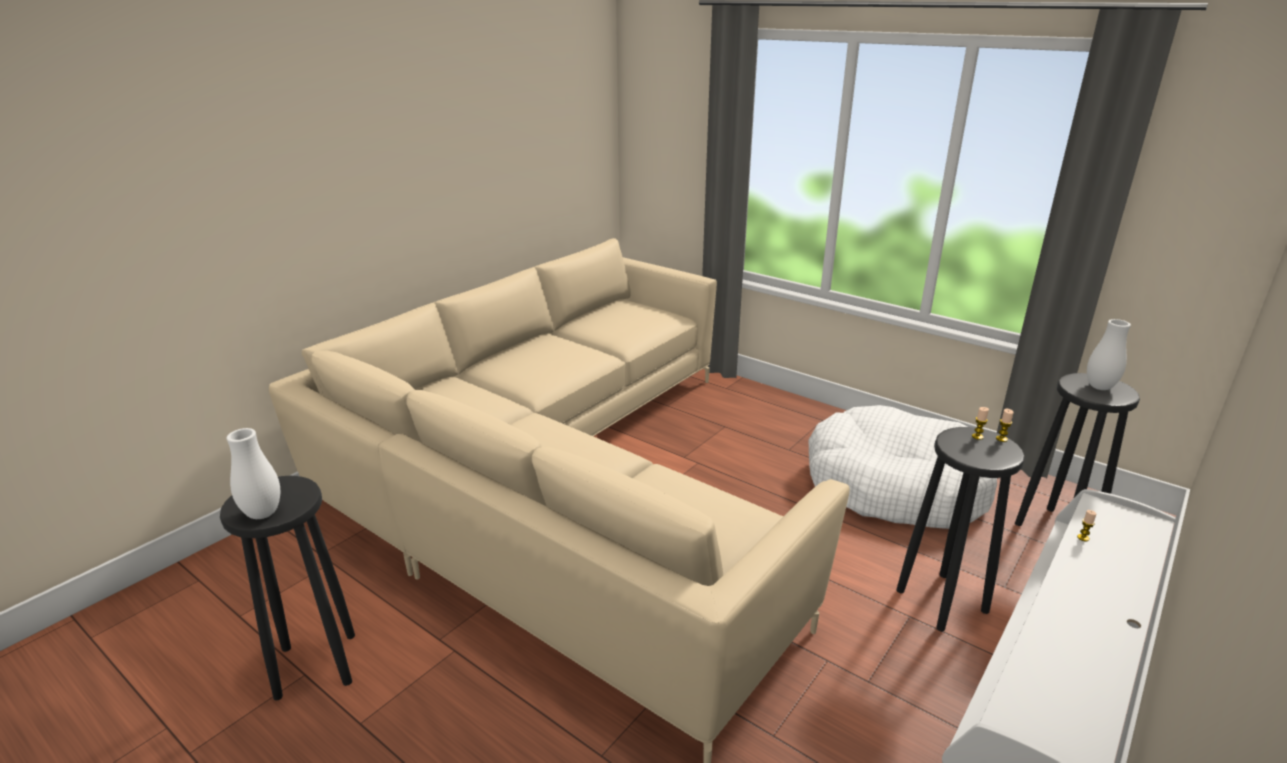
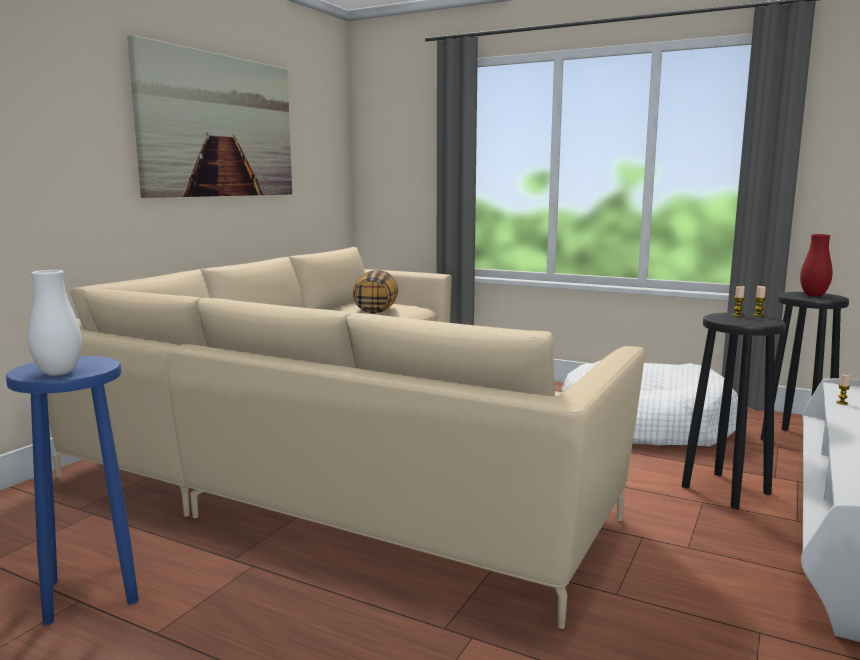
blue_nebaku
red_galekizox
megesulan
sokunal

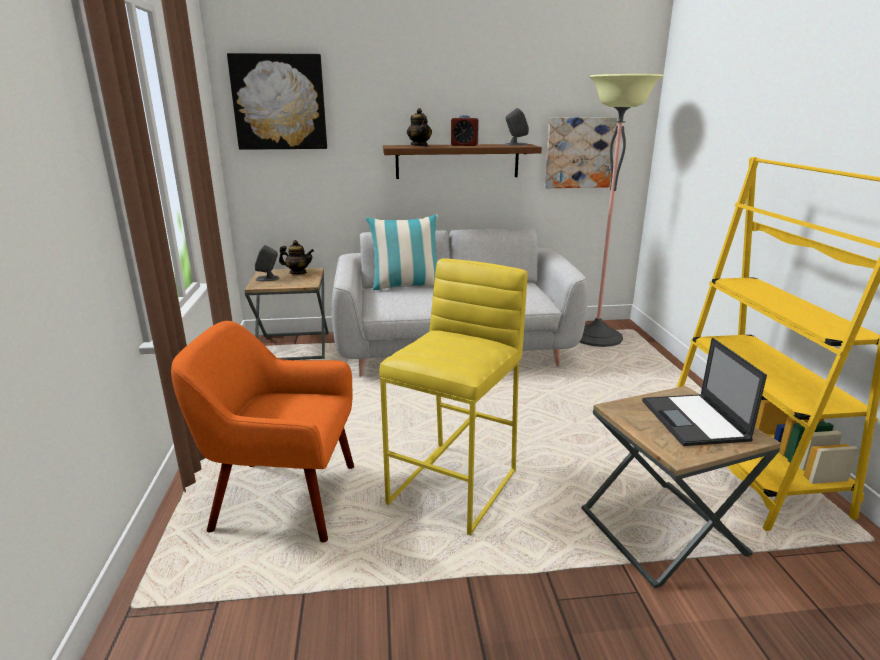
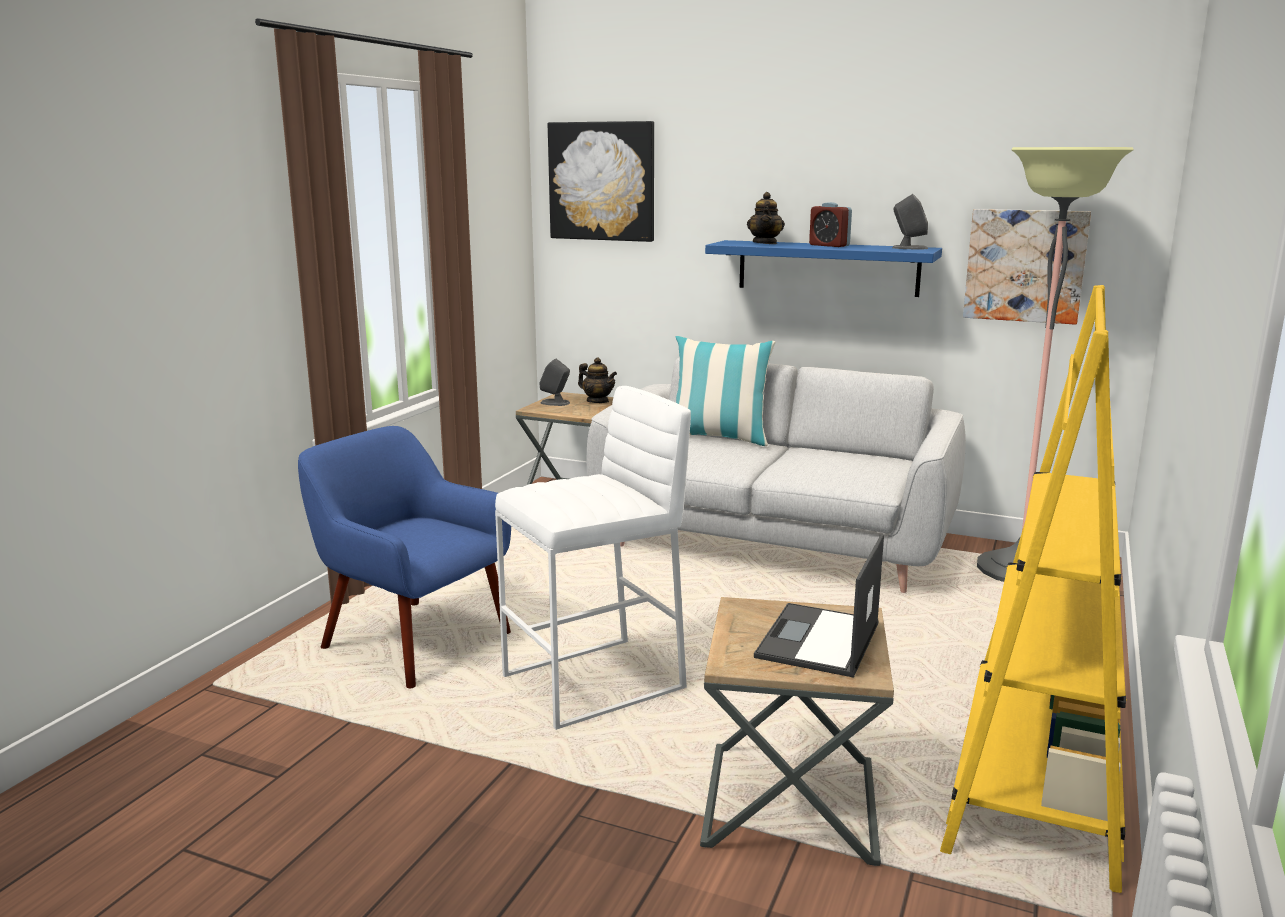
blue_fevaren
white_nebaku
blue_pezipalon

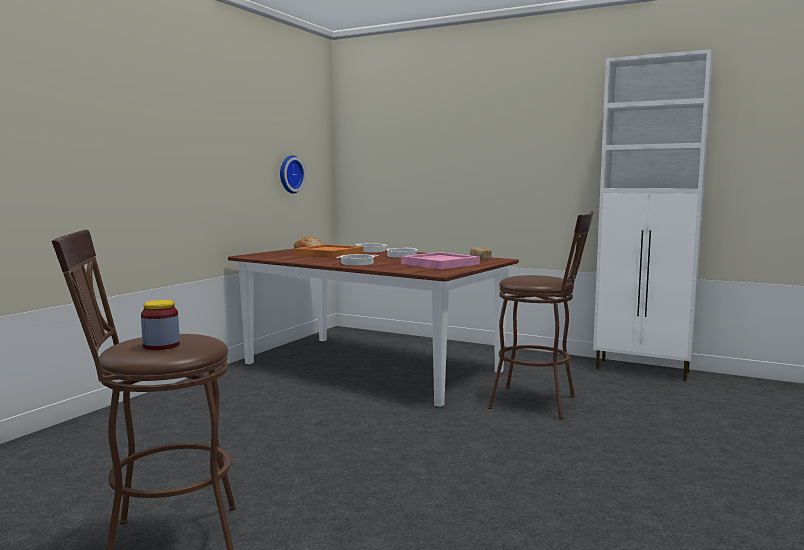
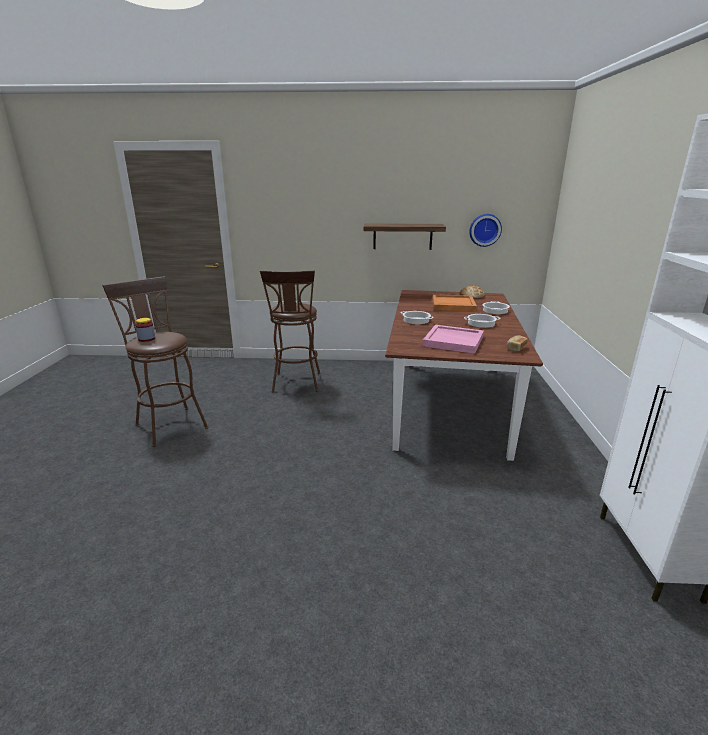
brown_nebaku (no. 2 from left)
pezipalon

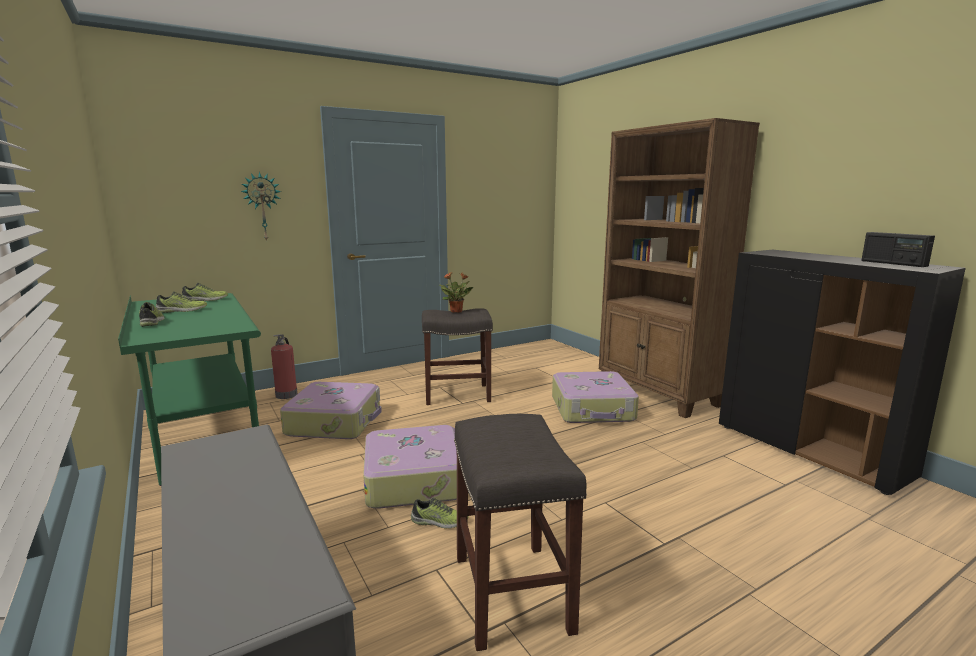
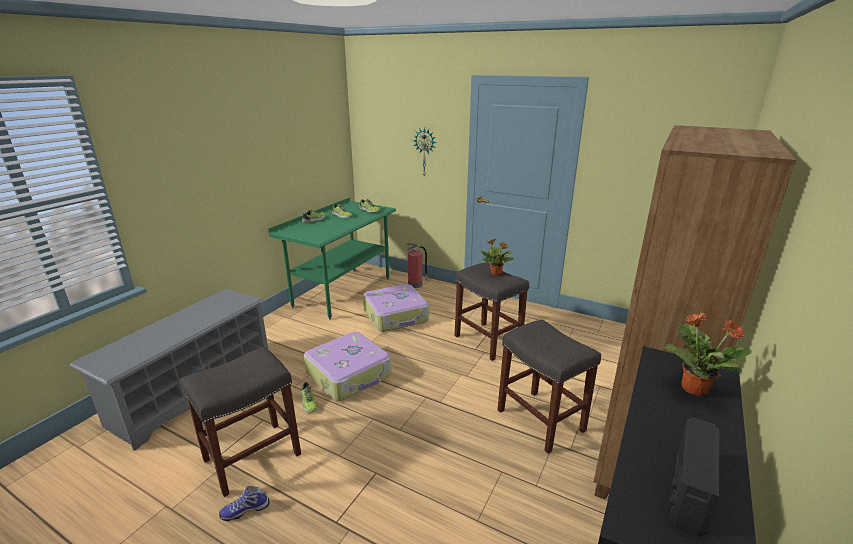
grey_nebaku (no. 3 from left)
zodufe (no. 1 from left)
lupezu (no. 2 from left)

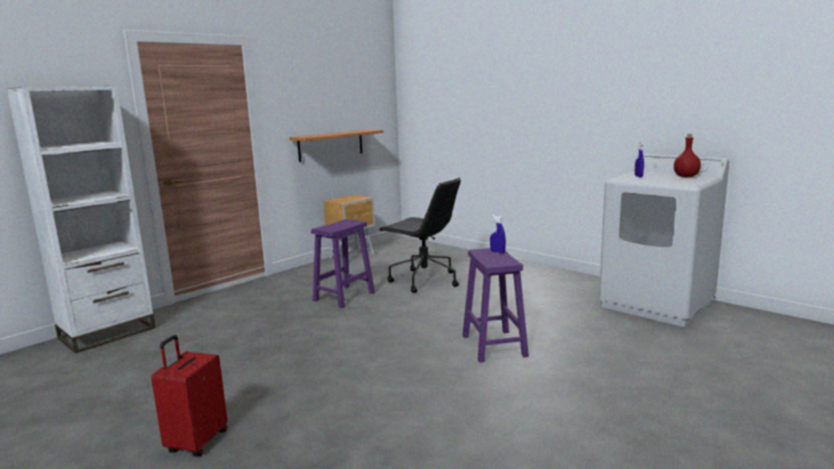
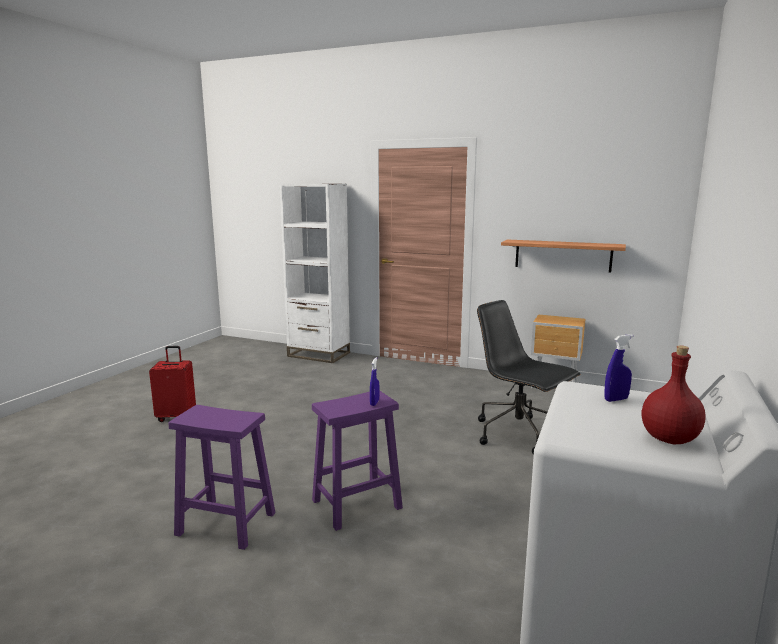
purple_nebaku (no. 1 from left)
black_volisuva

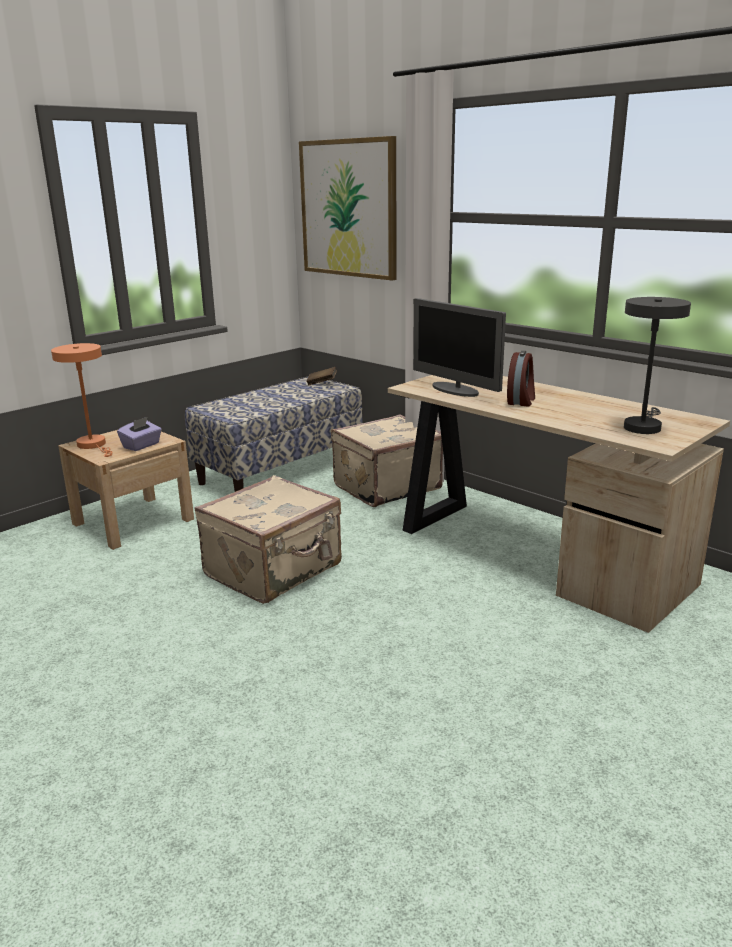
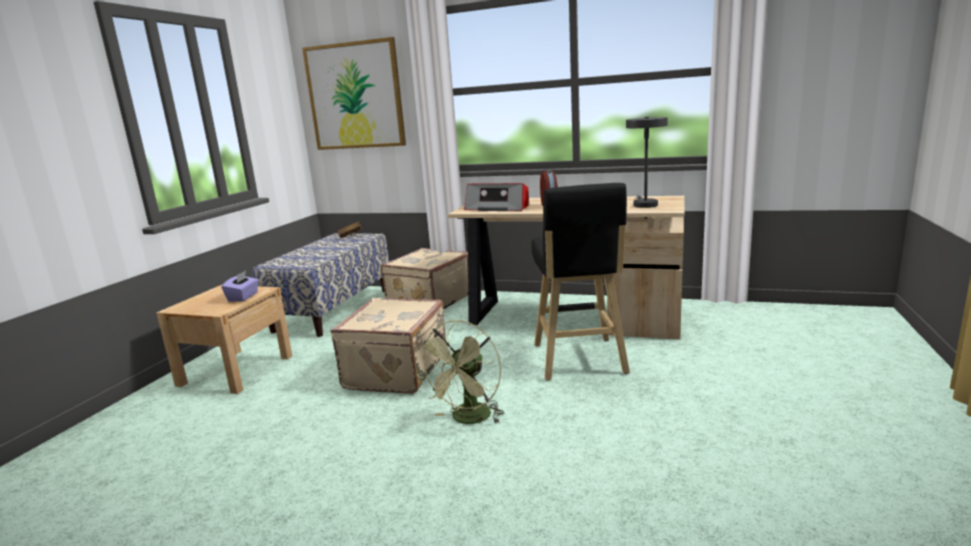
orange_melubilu
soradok
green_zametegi
black_nebaku

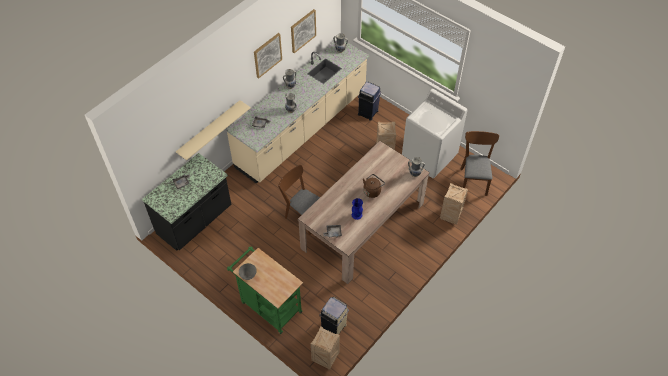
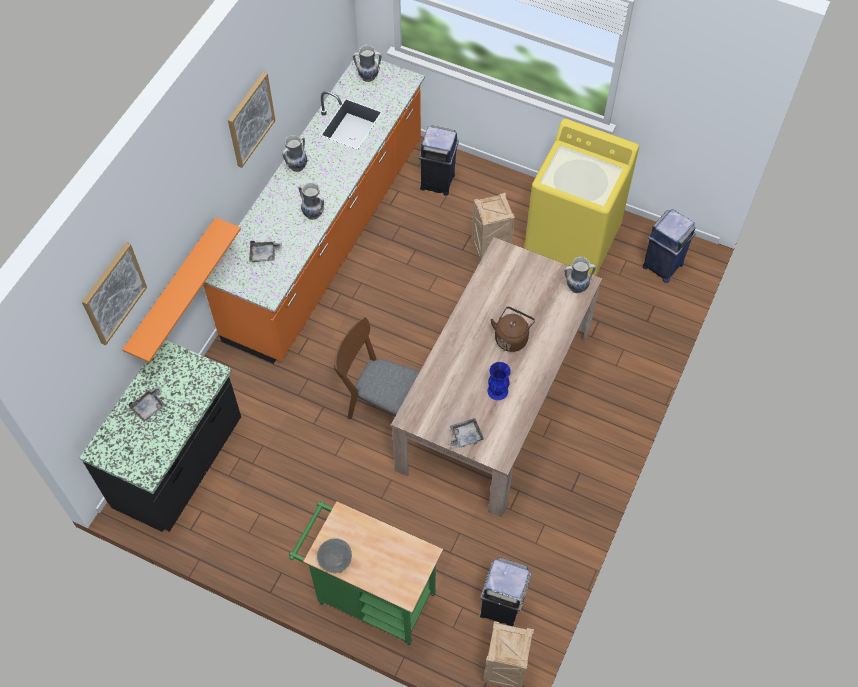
orange_pezipalon
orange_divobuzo
megesulan (no. 1 from left)
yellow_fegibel
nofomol (no. 3 from left in the first image)
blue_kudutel (no. 2 from left)

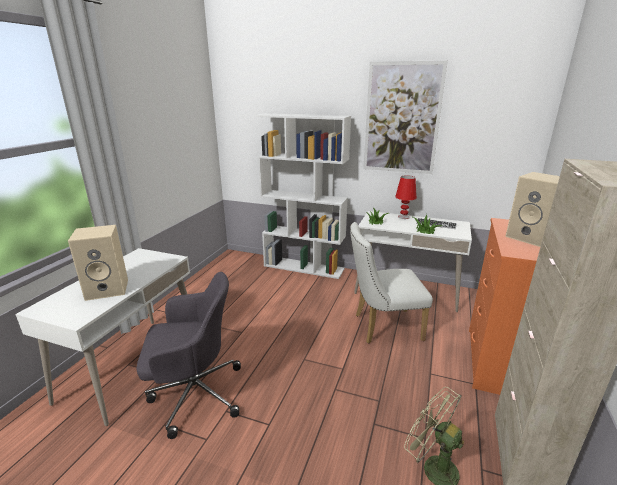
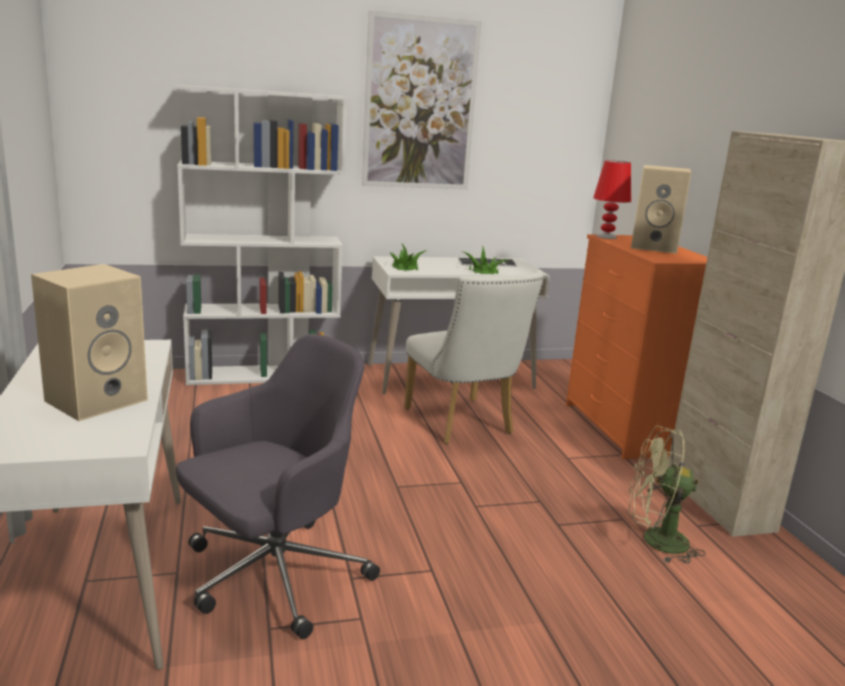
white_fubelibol
red_melubilu

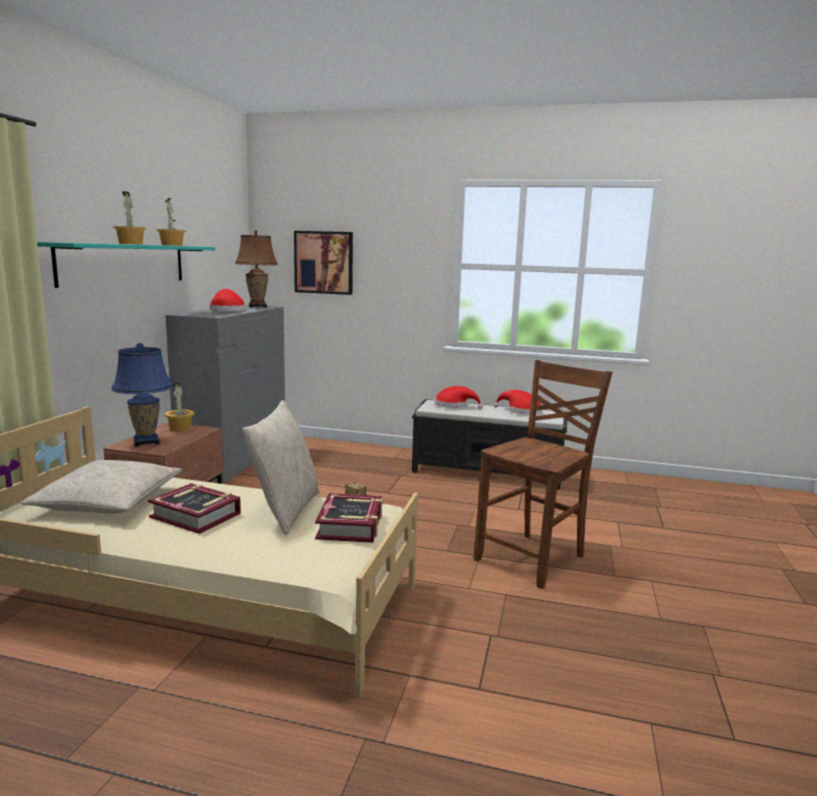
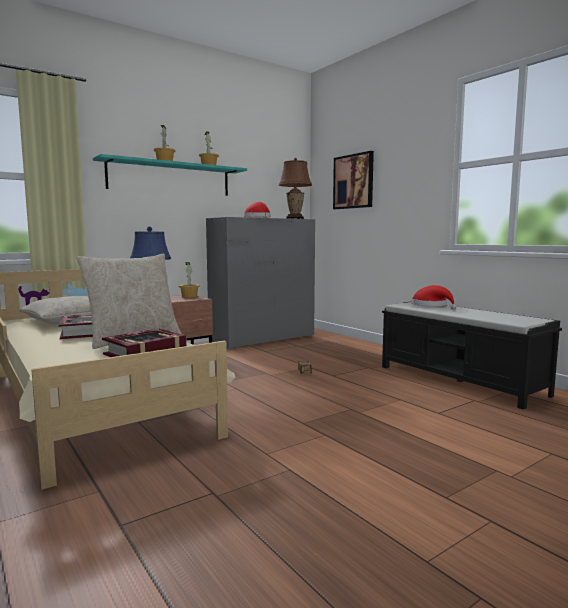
brown_fubelibol
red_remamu (no. 3 from left in the first image)

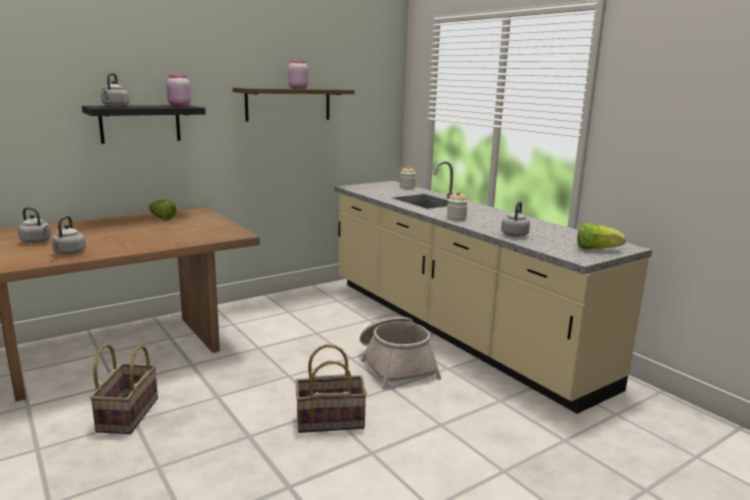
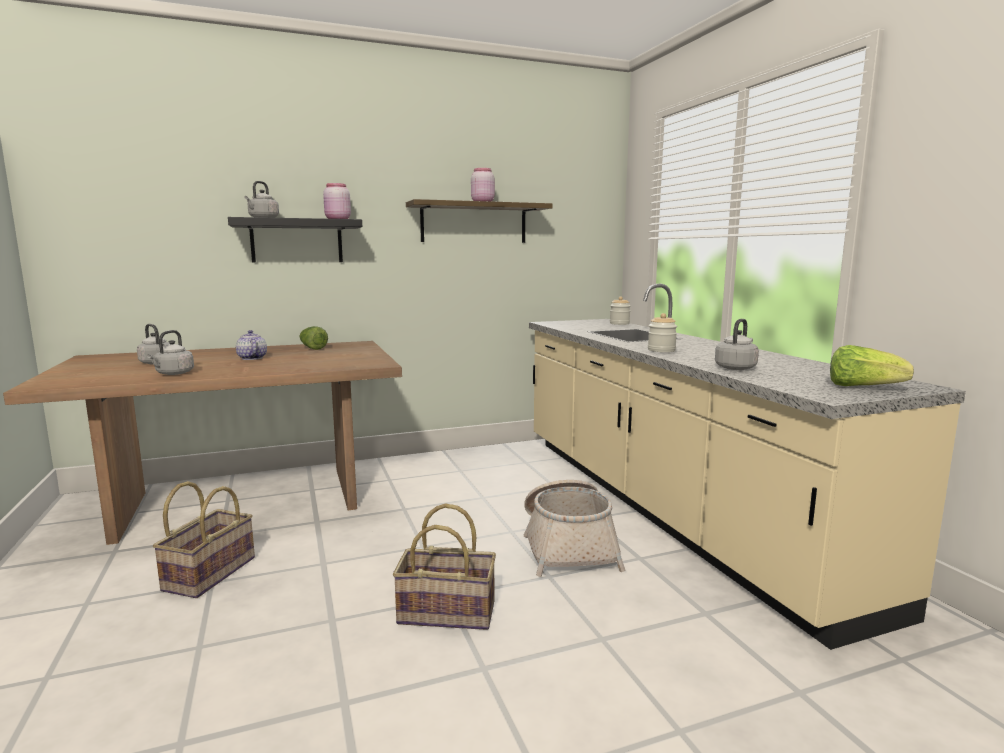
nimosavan

